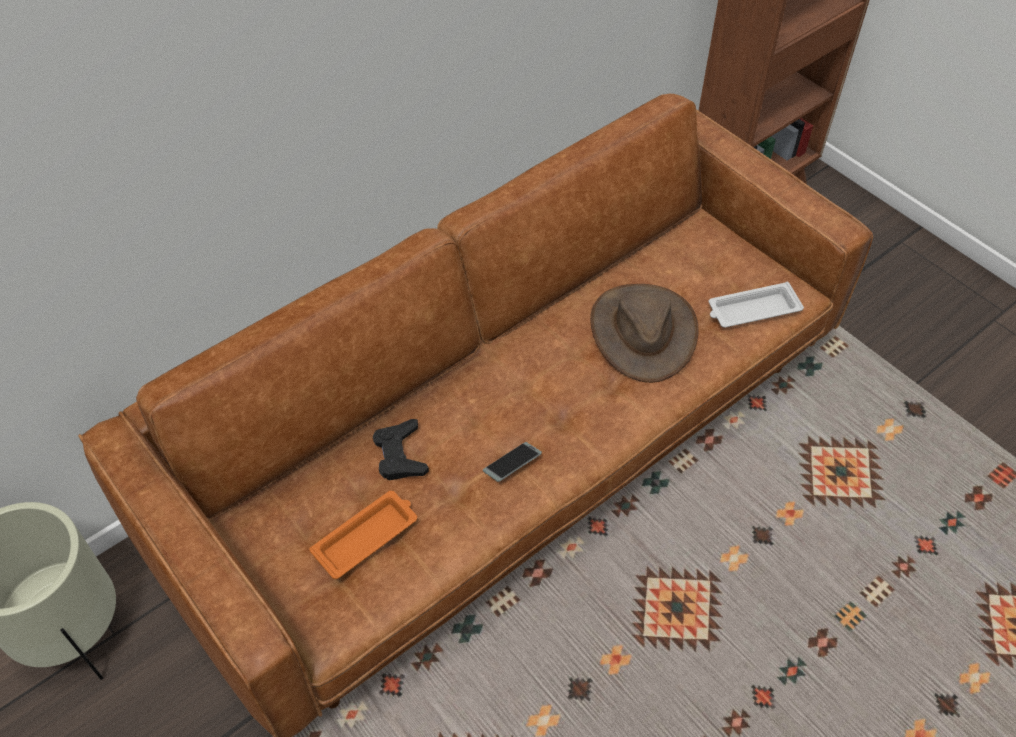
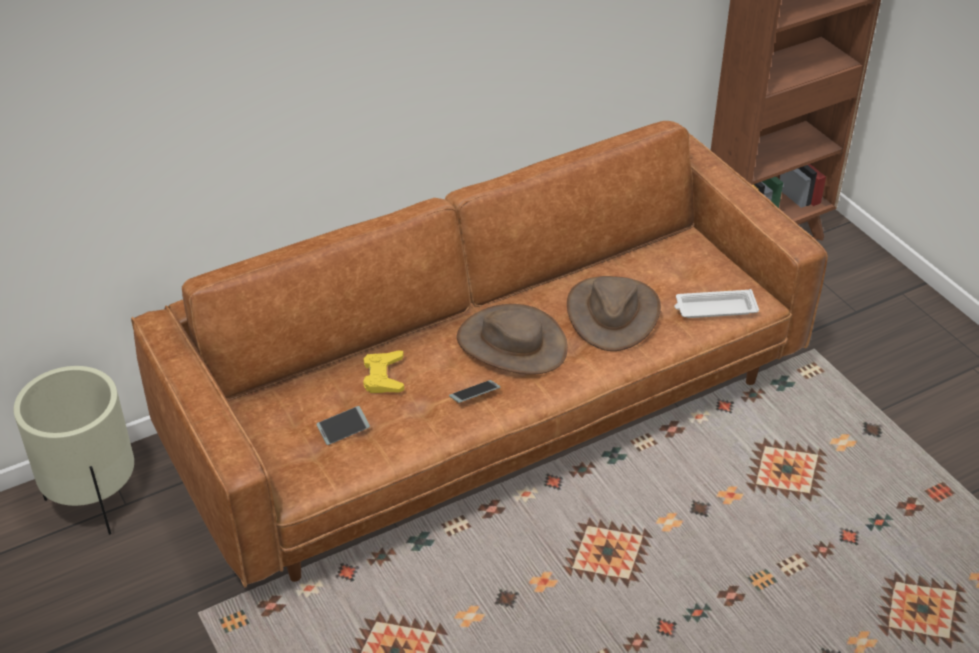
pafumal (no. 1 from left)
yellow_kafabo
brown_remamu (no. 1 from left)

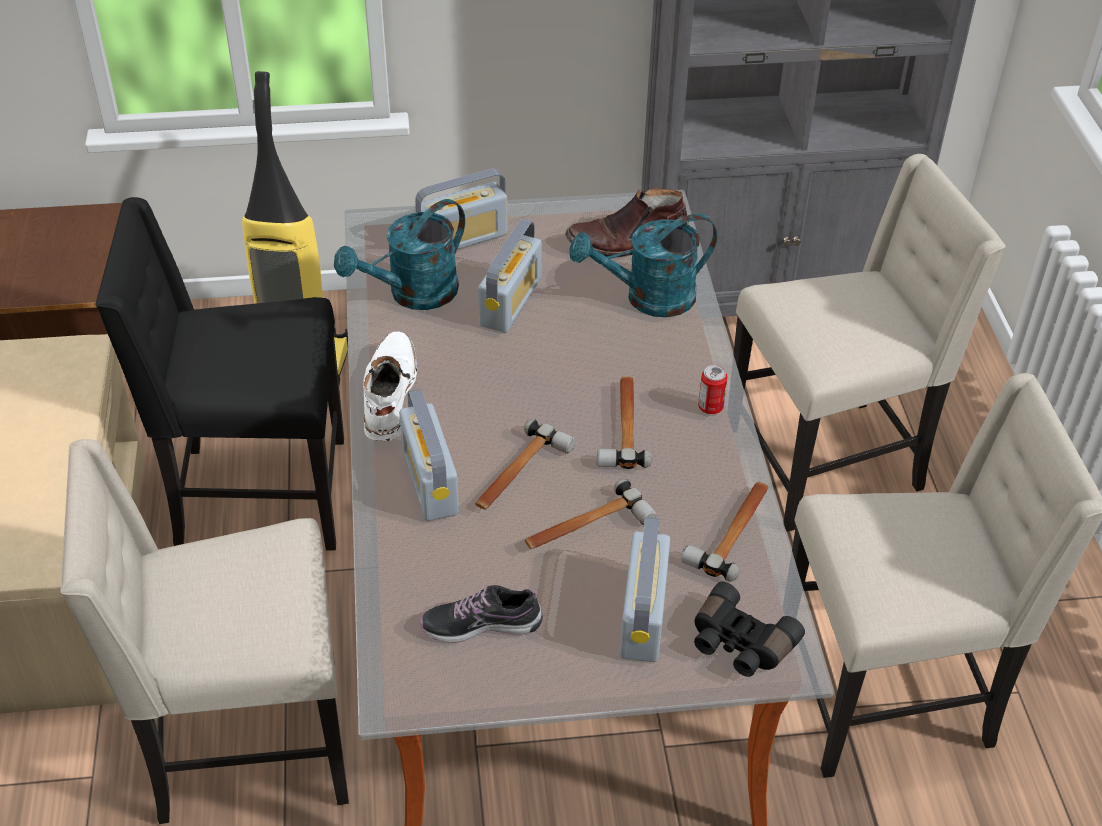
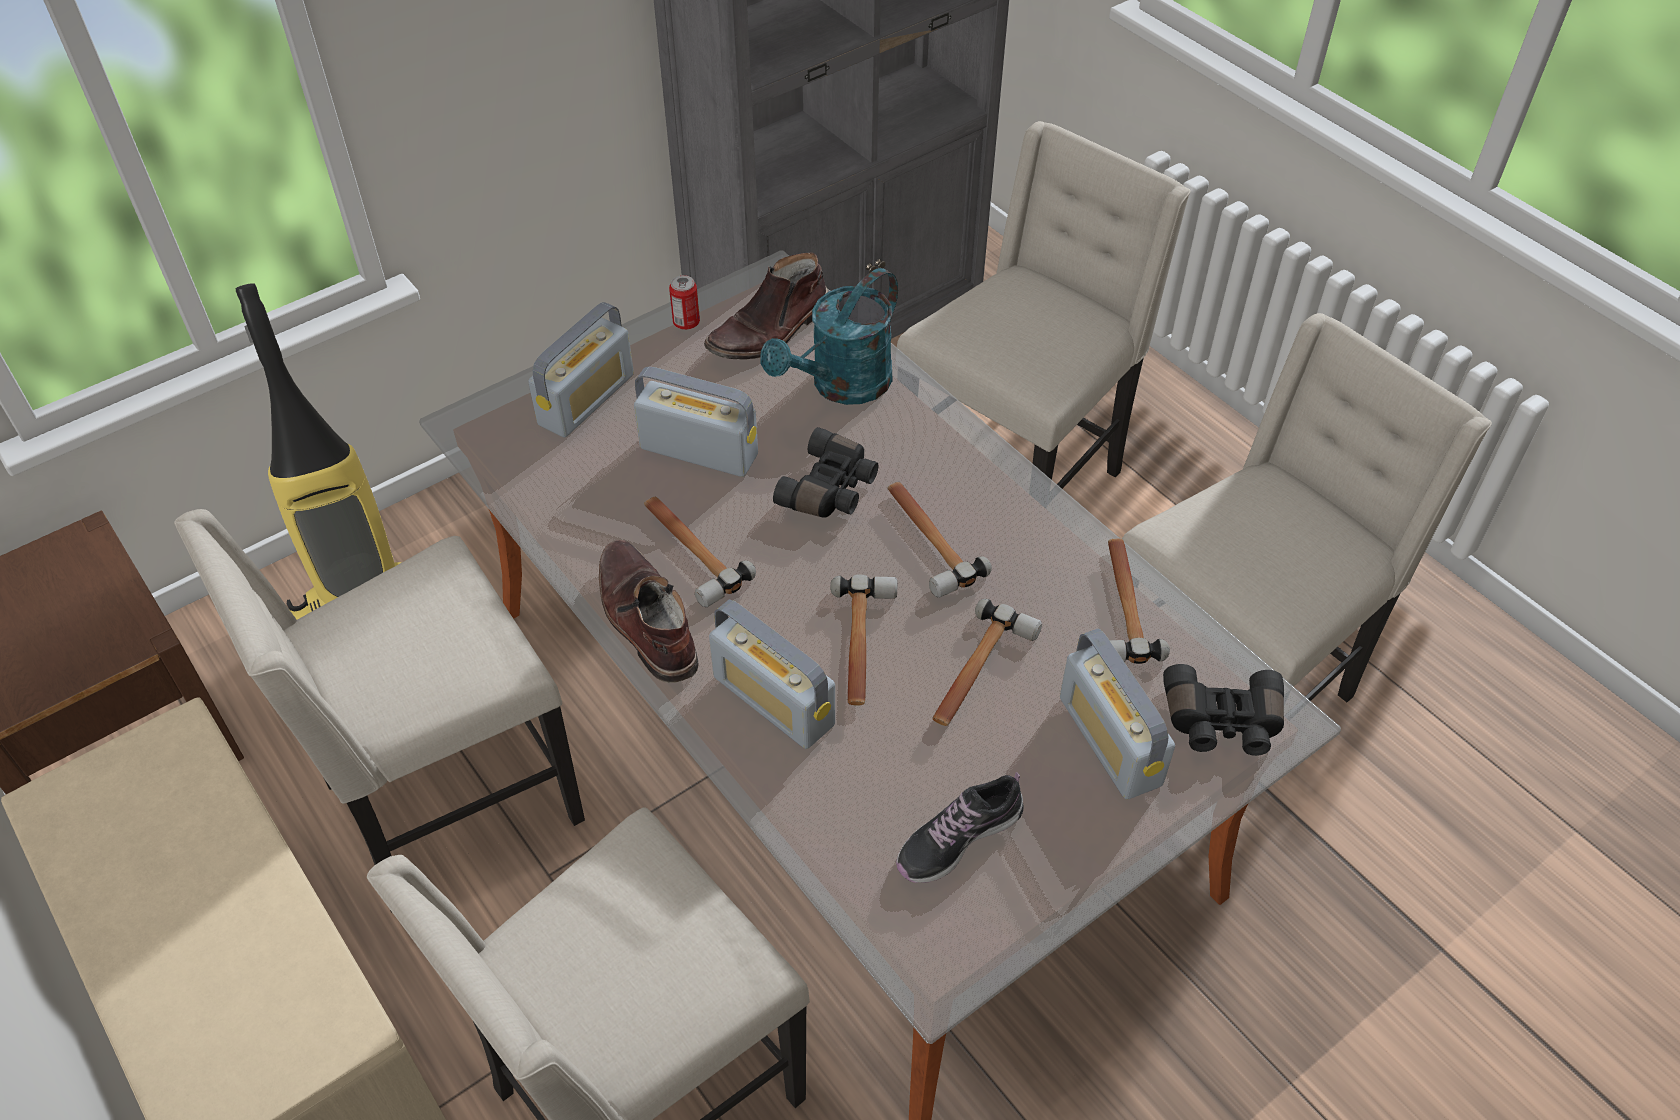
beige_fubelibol (no. 1 from left)
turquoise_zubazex (no. 1 from left in the first image)
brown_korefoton (no. 1 from left)
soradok (no. 2 from left)
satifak
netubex (no. 1 from left)
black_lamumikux (no. 1 from left)

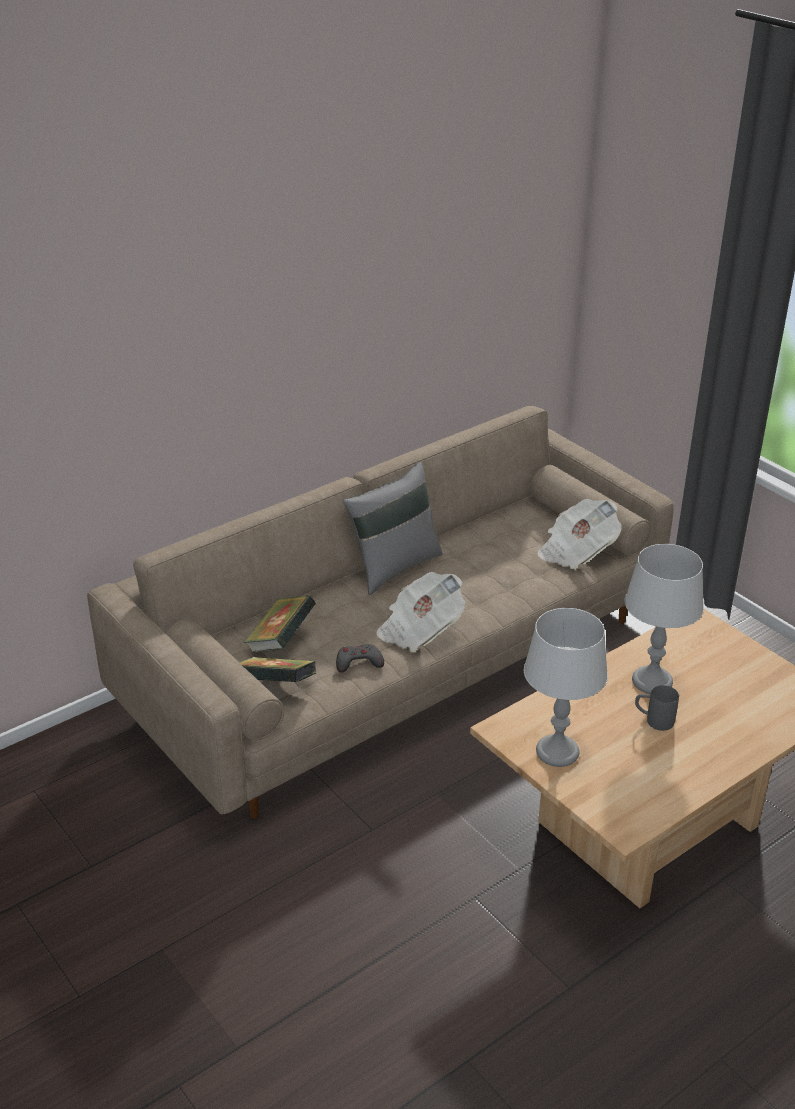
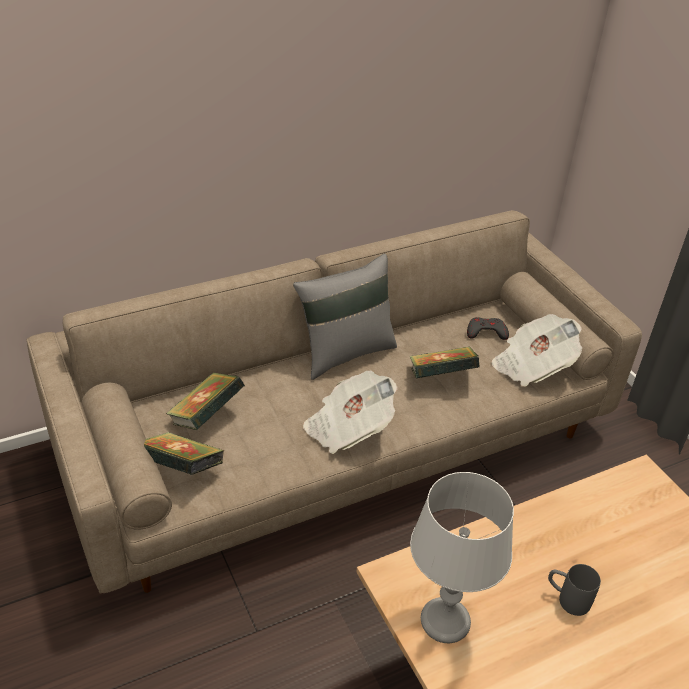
grey_kafabo
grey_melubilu (no. 2 from left in the first image)
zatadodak (no. 3 from left)

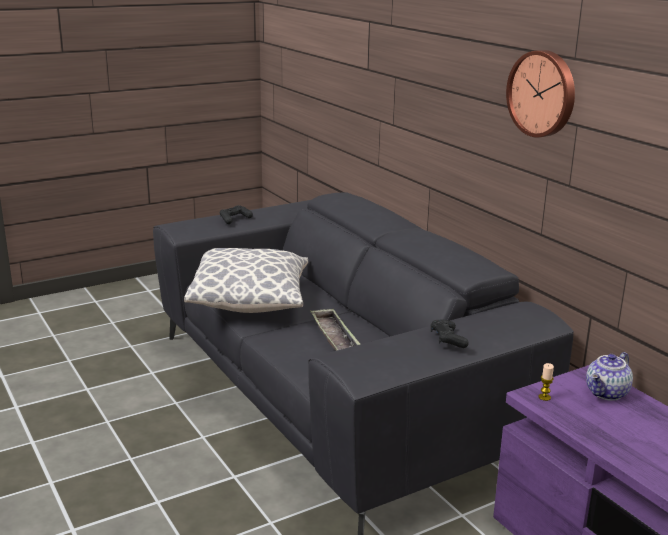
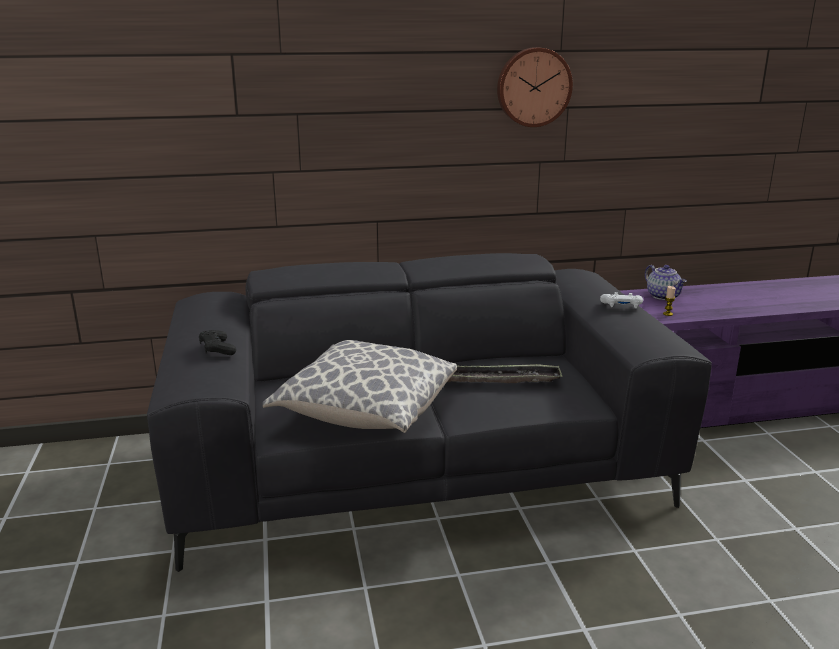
white_kafabo

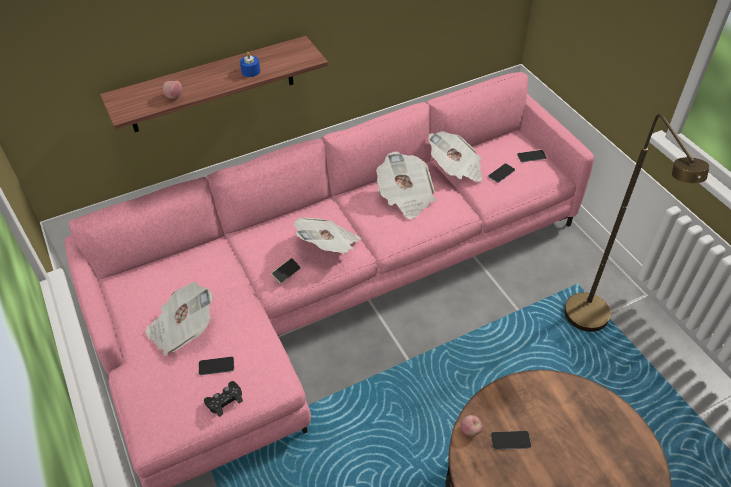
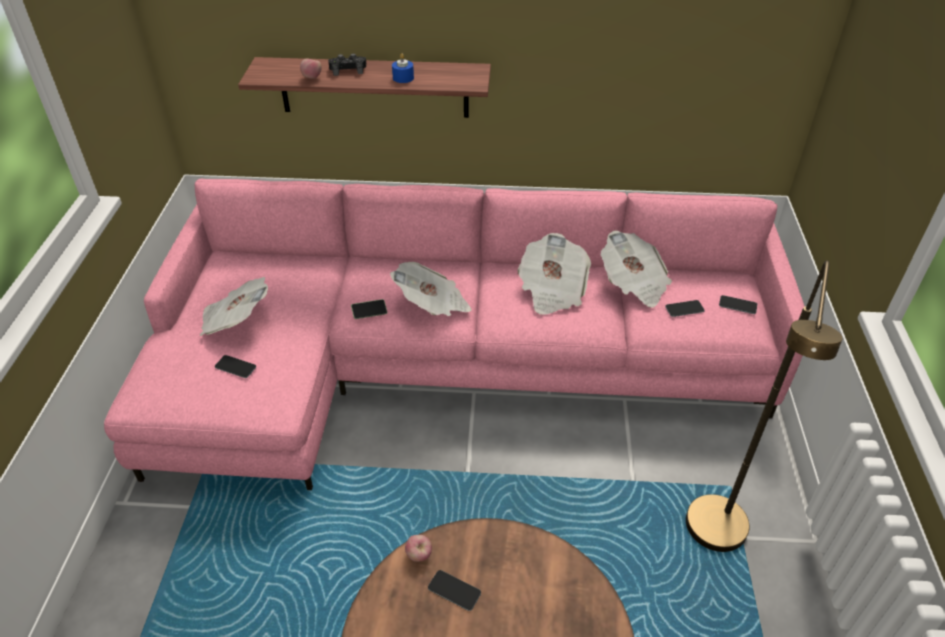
black_kafabo

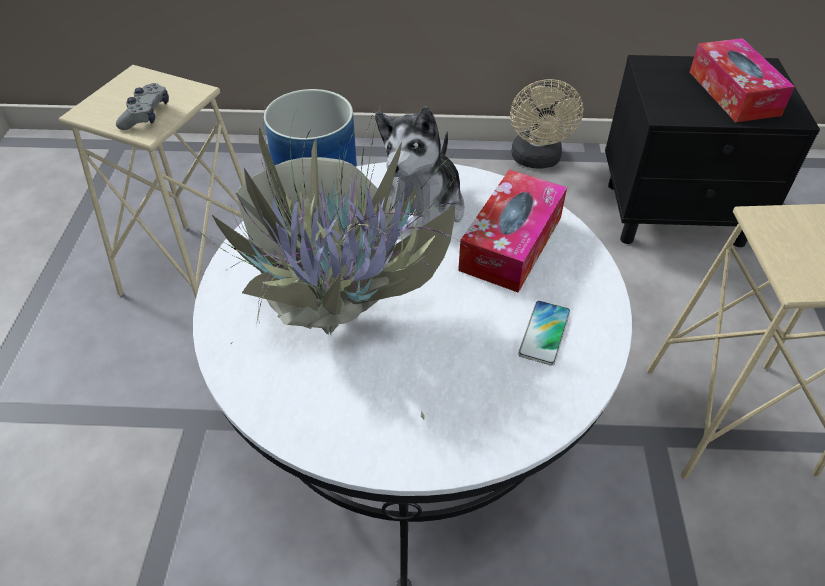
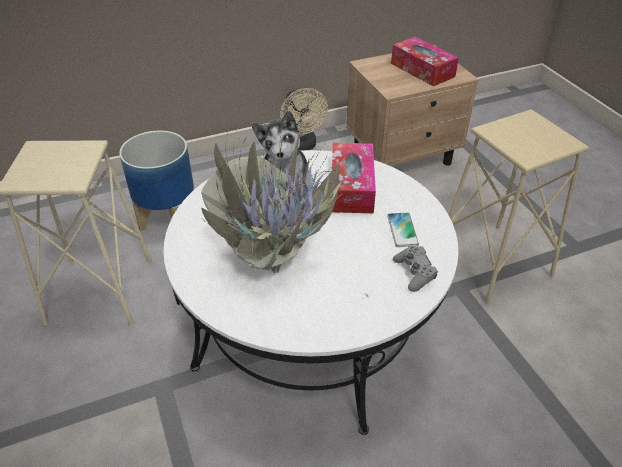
grey_kafabo
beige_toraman

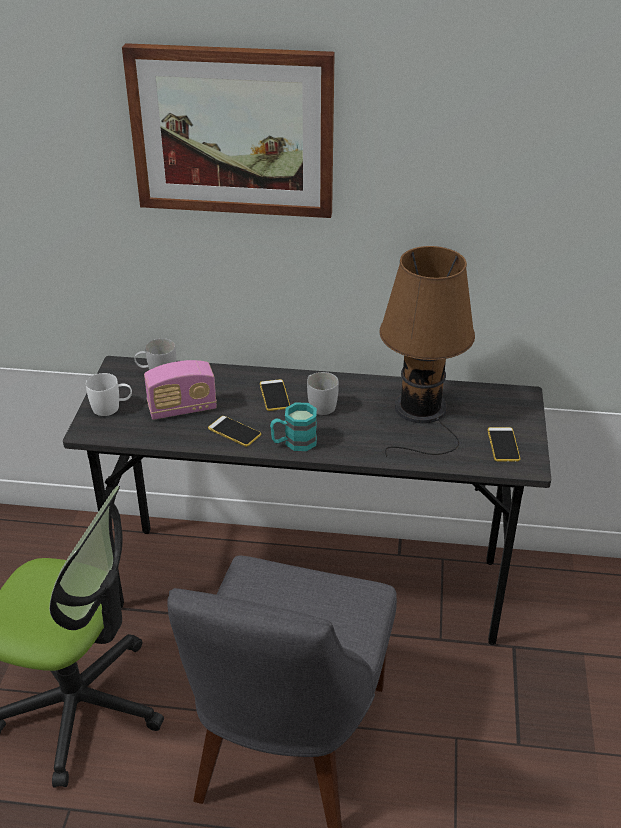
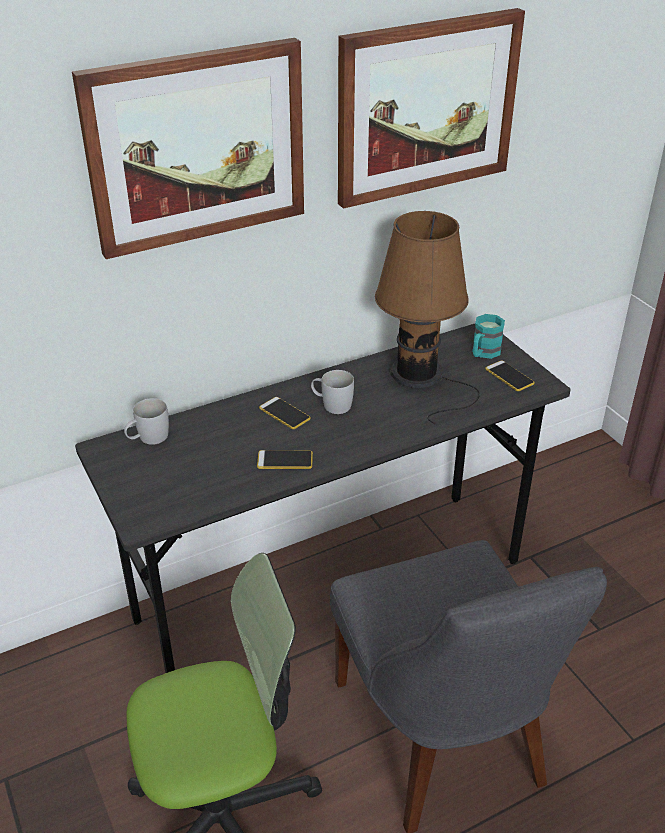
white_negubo (no. 1 from left in the first image)
soradok
turquoise_negubo
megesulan (no. 2 from left)

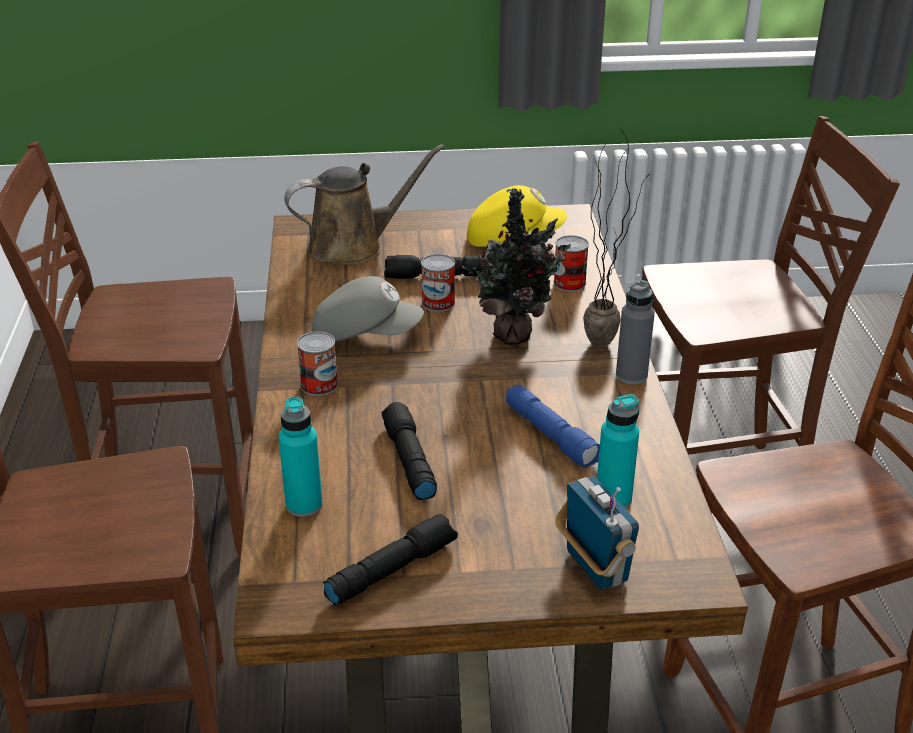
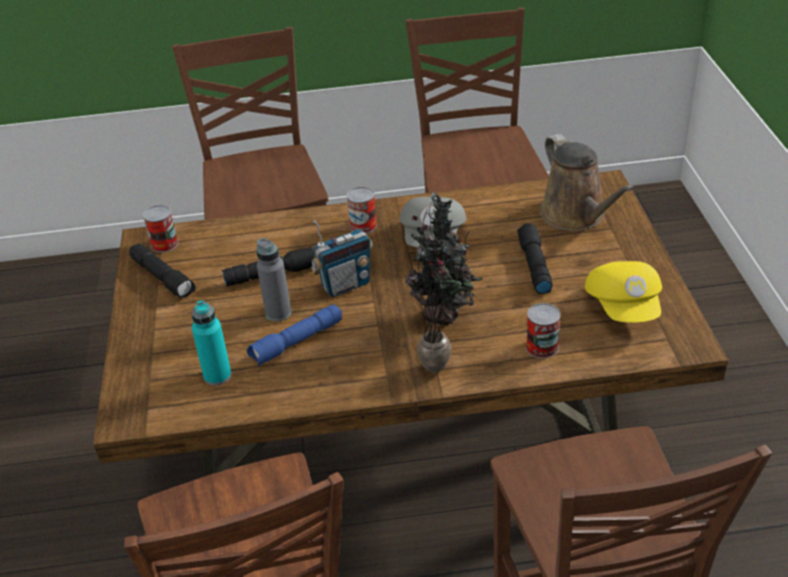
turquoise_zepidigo (no. 1 from left in the first image)
satifak (no. 1 from left)
soradok
grey_zepidigo

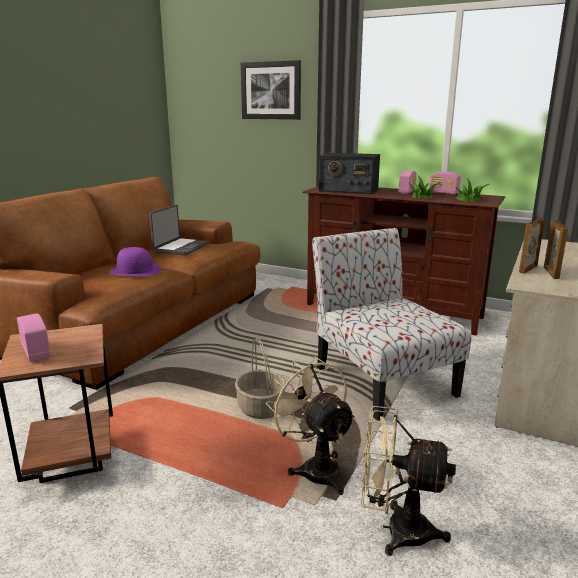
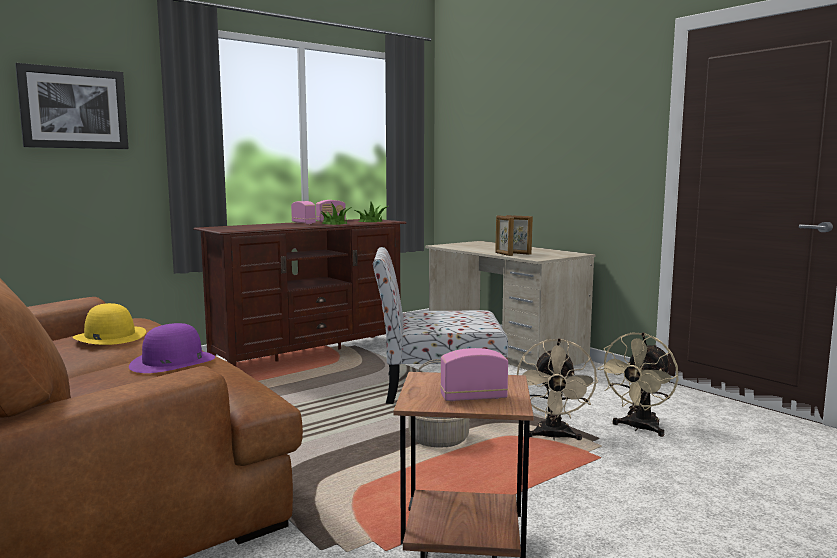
yellow_remamu
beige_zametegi (no. 1 from left)
soradok (no. 2 from left in the first image)

